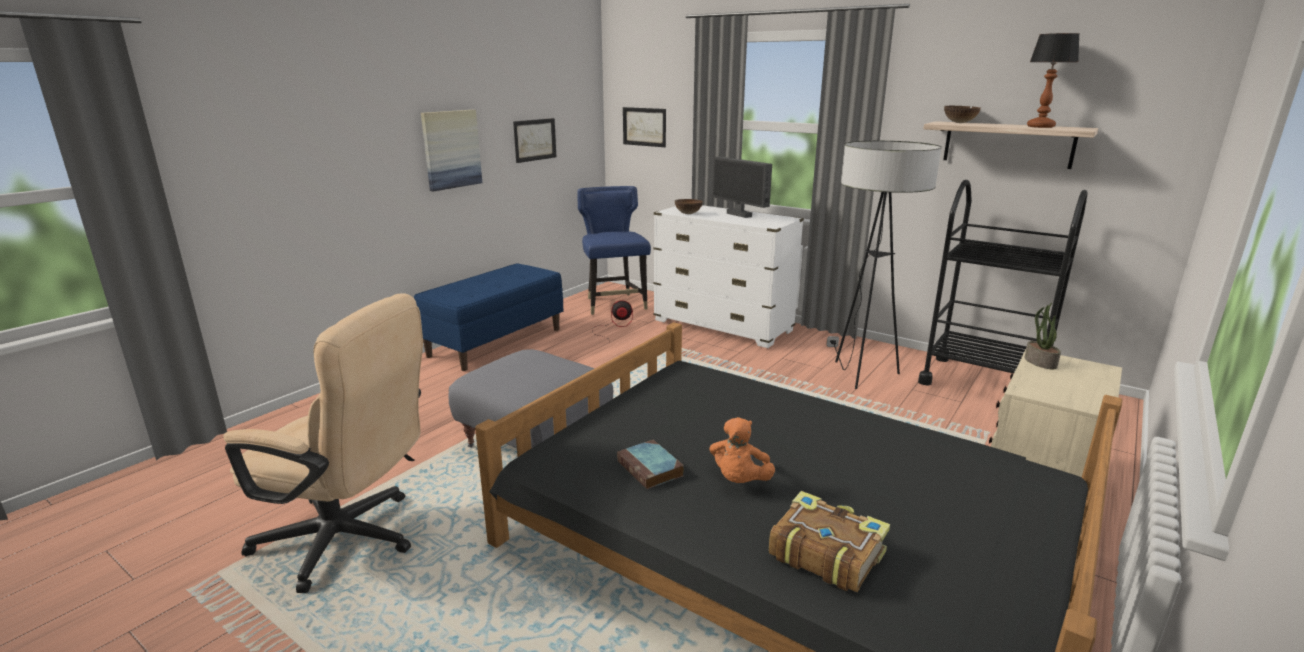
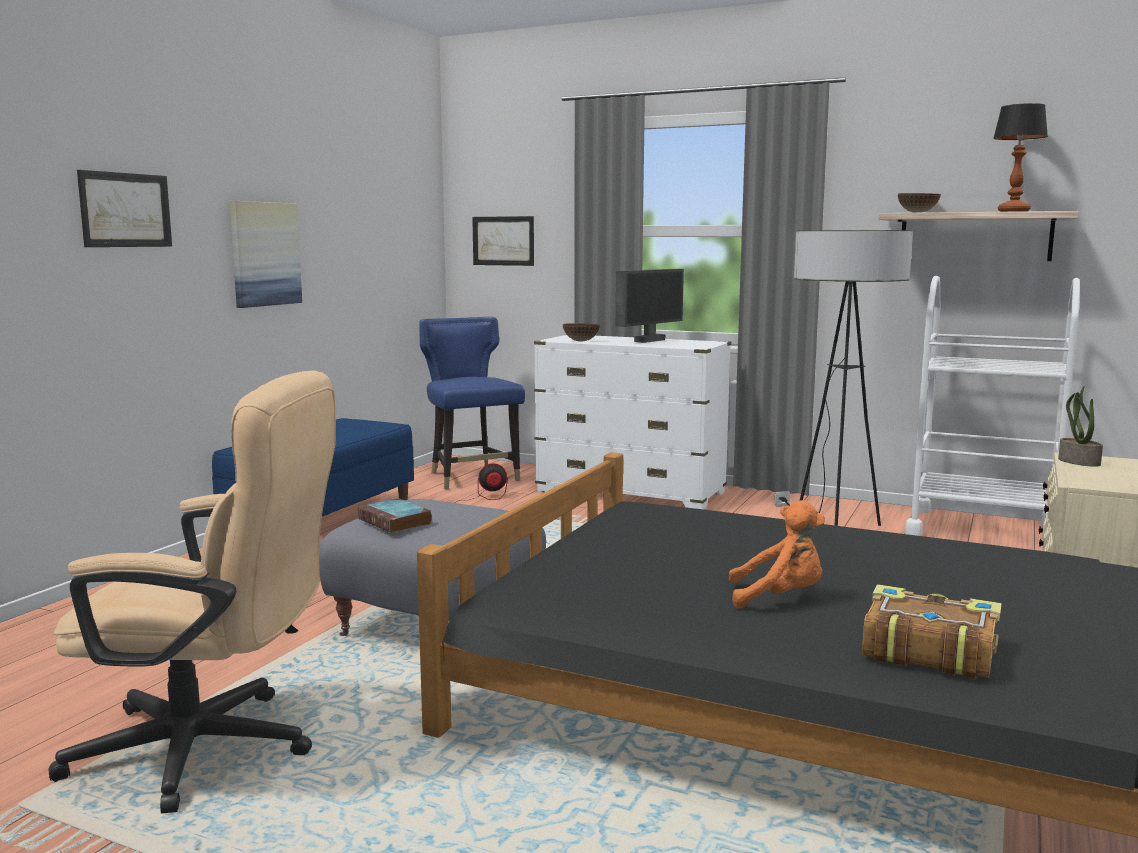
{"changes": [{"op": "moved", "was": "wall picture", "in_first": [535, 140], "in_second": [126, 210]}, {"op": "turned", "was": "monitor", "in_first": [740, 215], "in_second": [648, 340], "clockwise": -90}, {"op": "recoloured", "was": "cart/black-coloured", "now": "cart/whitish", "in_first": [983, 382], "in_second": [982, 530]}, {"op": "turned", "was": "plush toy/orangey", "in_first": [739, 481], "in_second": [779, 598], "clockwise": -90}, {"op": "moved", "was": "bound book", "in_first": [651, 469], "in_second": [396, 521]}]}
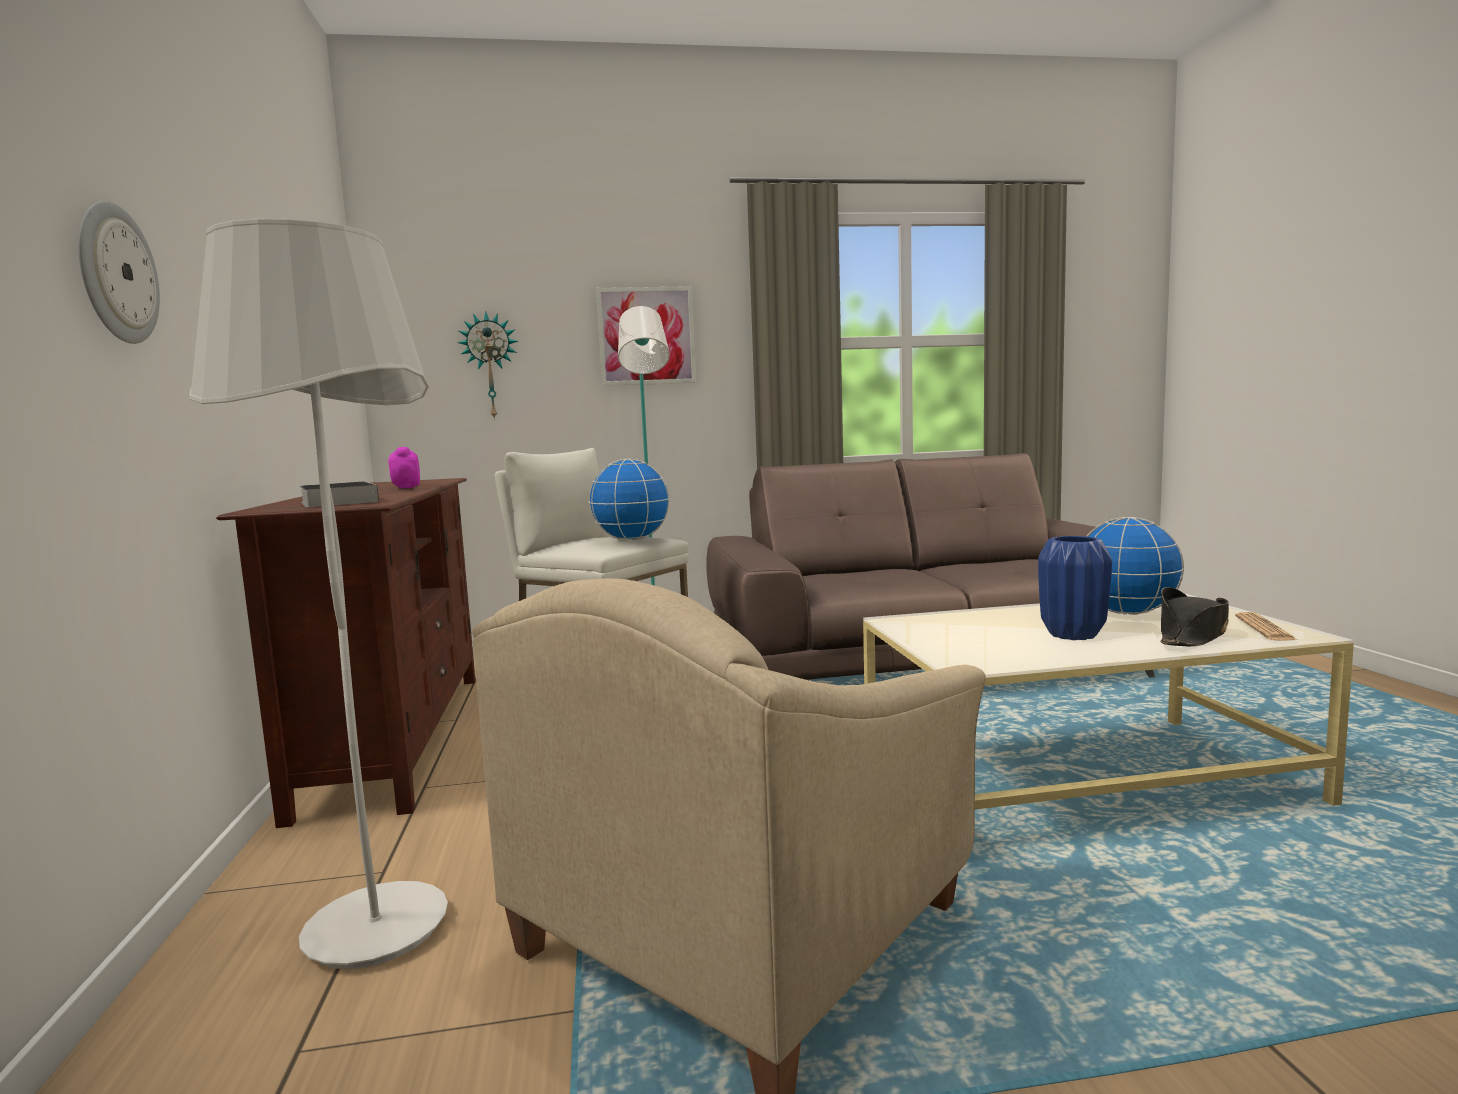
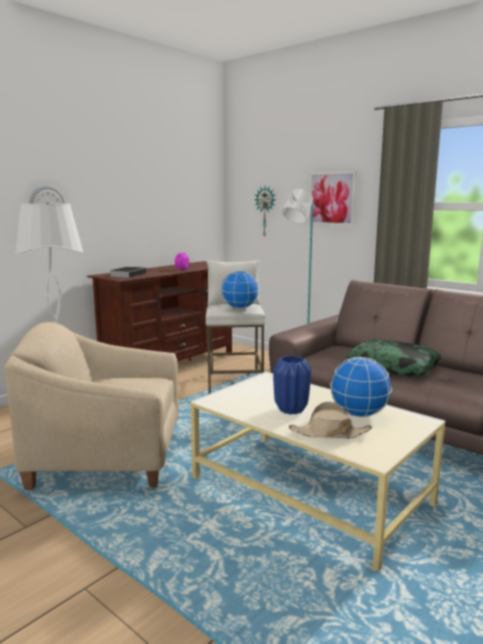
{"changes": [{"op": "recoloured", "was": "clothing hat/black-coloured", "now": "clothing hat/sand-coloured", "in_first": [1192, 635], "in_second": [329, 433]}, {"op": "removed", "was": "newspaper", "in_first": [1265, 628]}, {"op": "added", "now": "cushion", "in_second": [393, 366]}]}
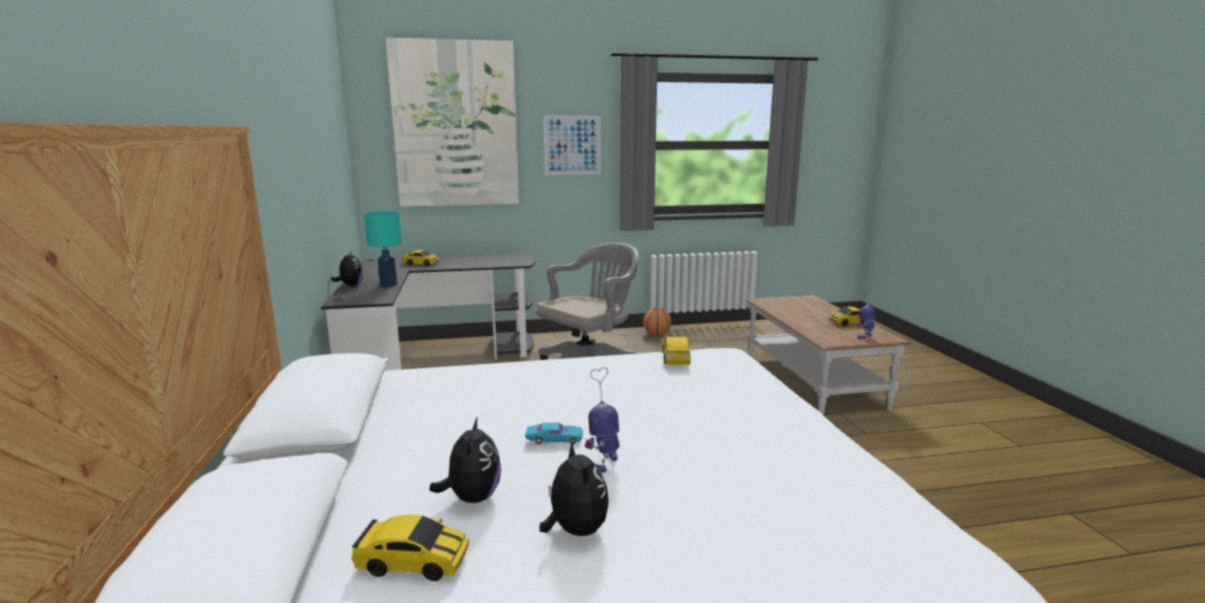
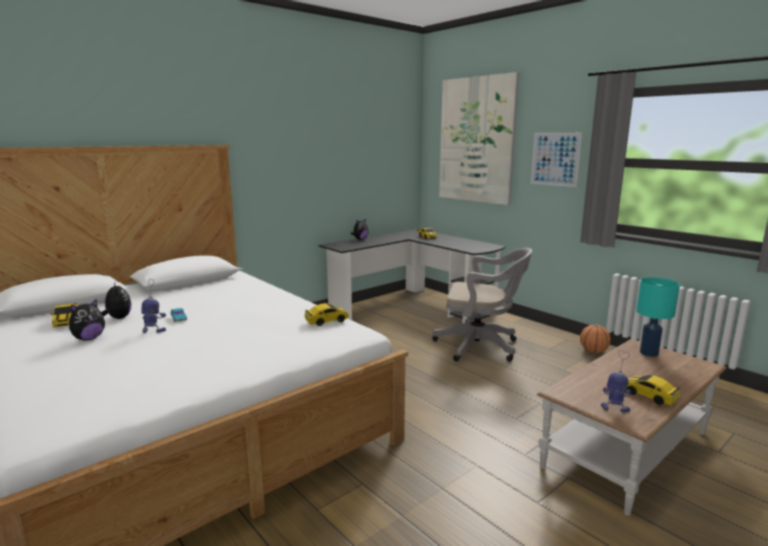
{"changes": [{"op": "moved", "was": "table lamp/turquoise", "in_first": [388, 285], "in_second": [648, 353]}, {"op": "turned", "was": "plush toy", "in_first": [472, 498], "in_second": [118, 318], "clockwise": -90}]}
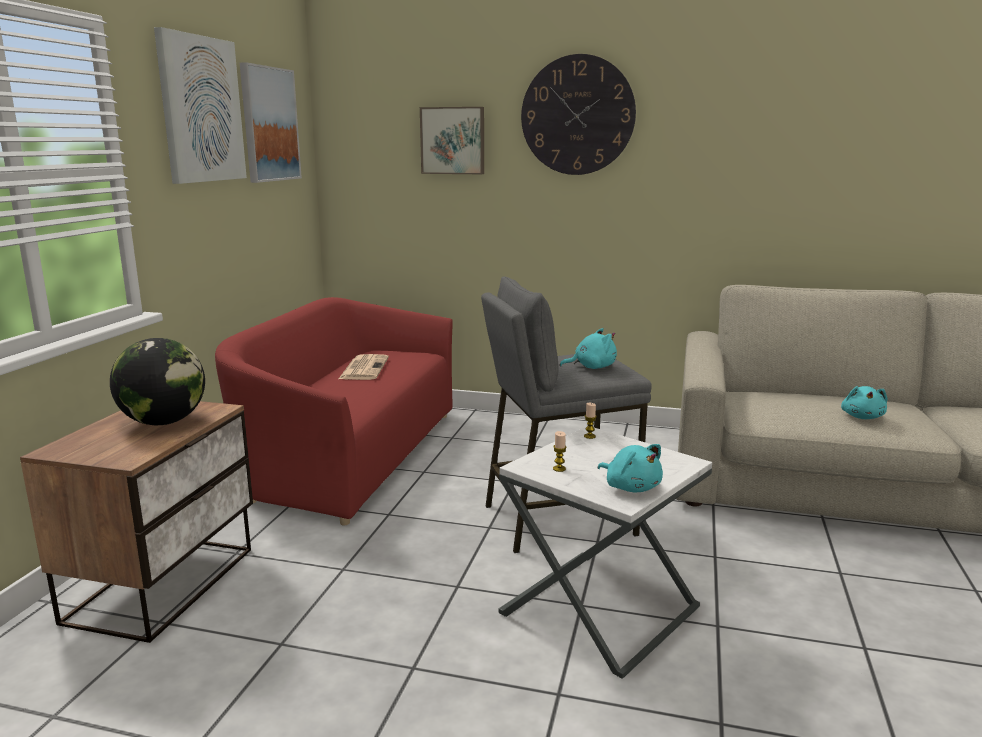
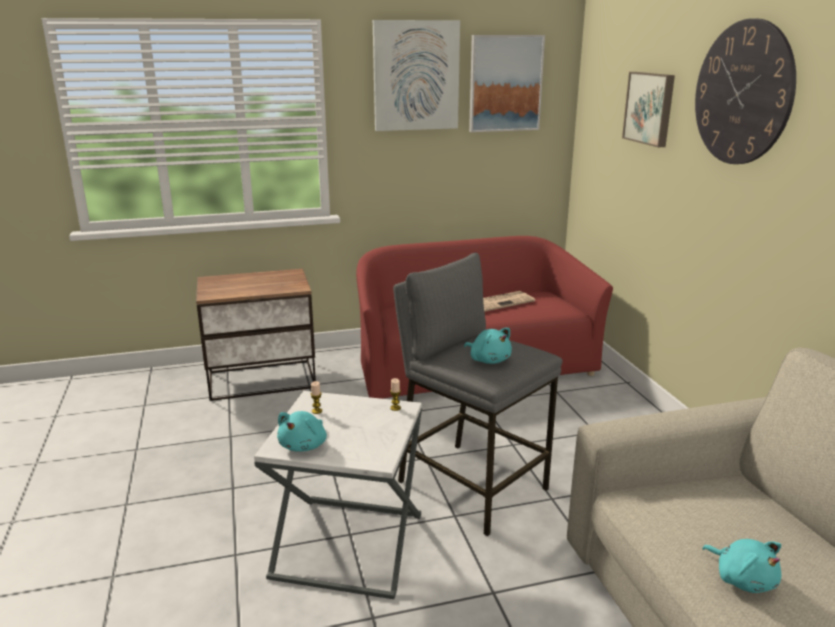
{"changes": [{"op": "removed", "was": "world globe", "in_first": [164, 422]}, {"op": "turned", "was": "plush toy/turquoise", "in_first": [862, 417], "in_second": [742, 579], "clockwise": -105}]}
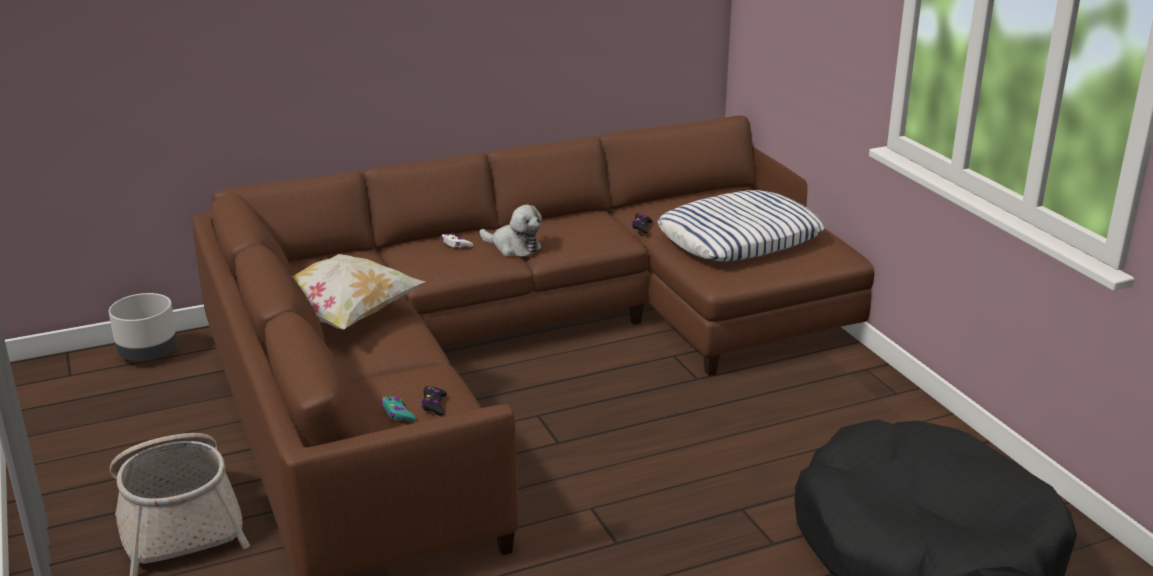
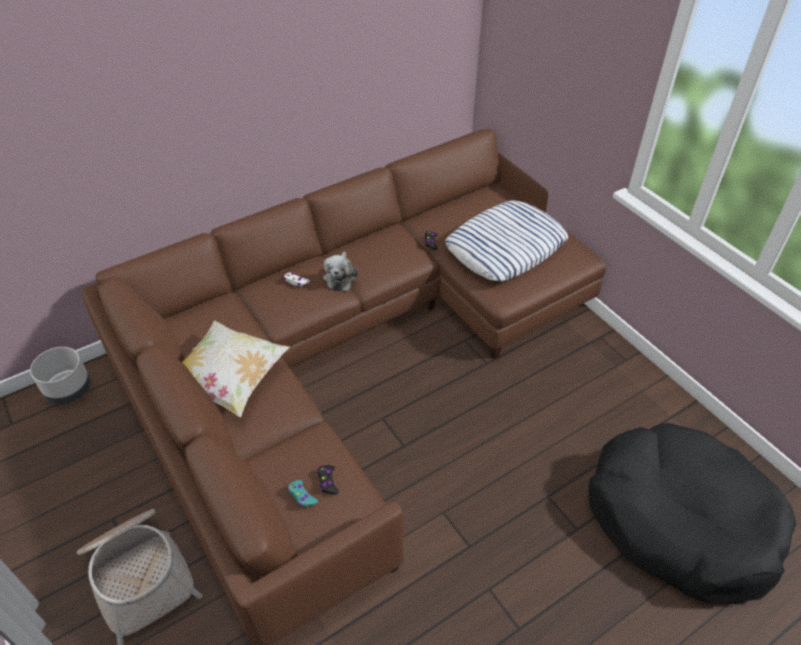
{"changes": [{"op": "turned", "was": "plush toy", "in_first": [514, 247], "in_second": [340, 277], "clockwise": 75}]}
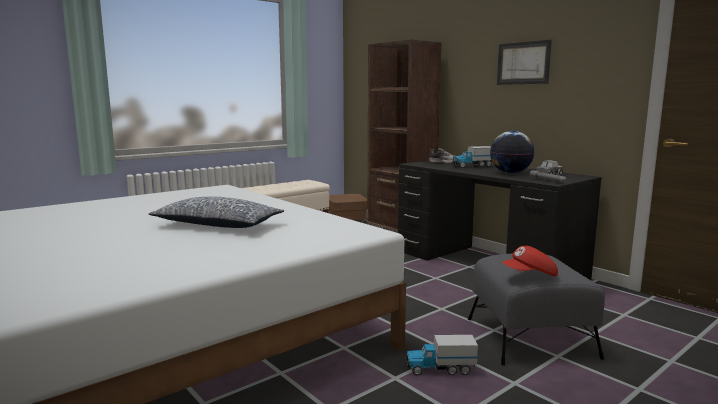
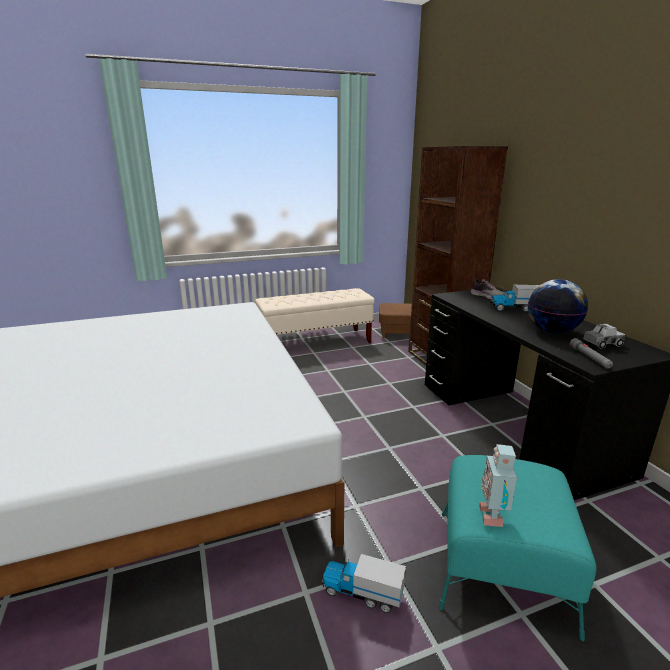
{"changes": [{"op": "removed", "was": "wall picture", "in_first": [523, 63]}, {"op": "removed", "was": "cushion", "in_first": [217, 226]}, {"op": "replaced", "was": "peaked cap/red-coloured", "now": "model robot", "in_first": [530, 275], "in_second": [493, 515]}, {"op": "recoloured", "was": "ottoman/grey", "now": "ottoman/turquoise", "in_first": [530, 338], "in_second": [501, 568]}]}
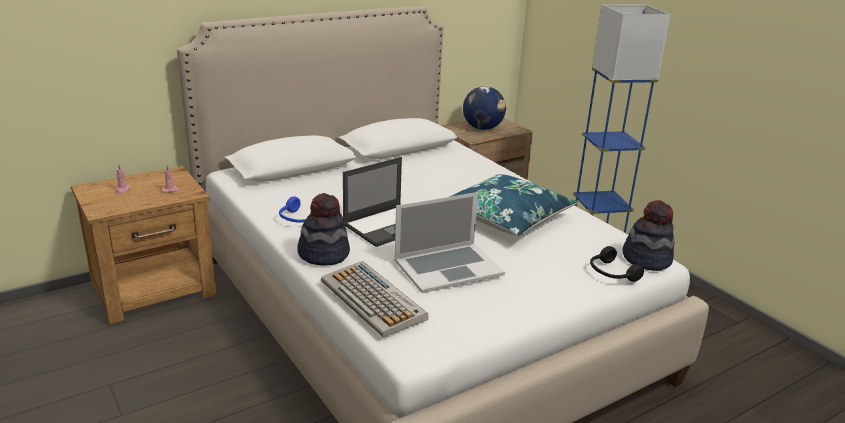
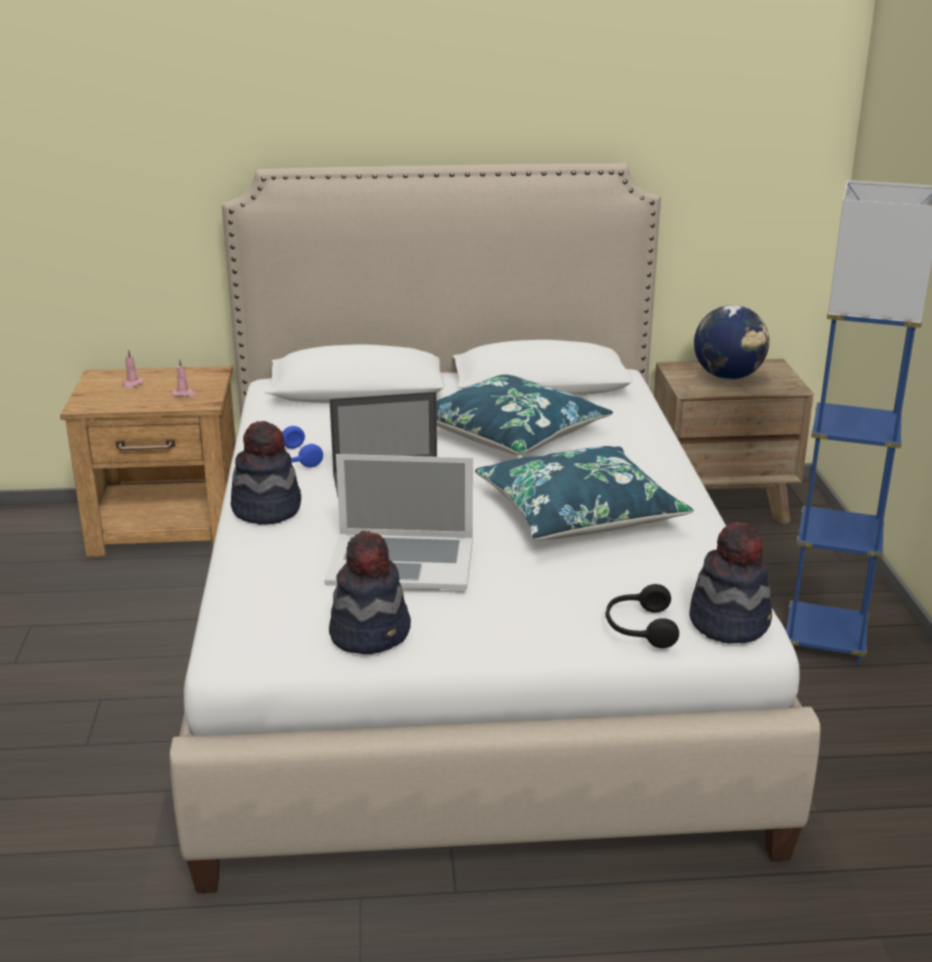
{"changes": [{"op": "removed", "was": "computer keyboard", "in_first": [374, 300]}, {"op": "added", "now": "cushion/blue-coloured", "in_second": [511, 433]}, {"op": "added", "now": "clothing hat", "in_second": [371, 632]}]}
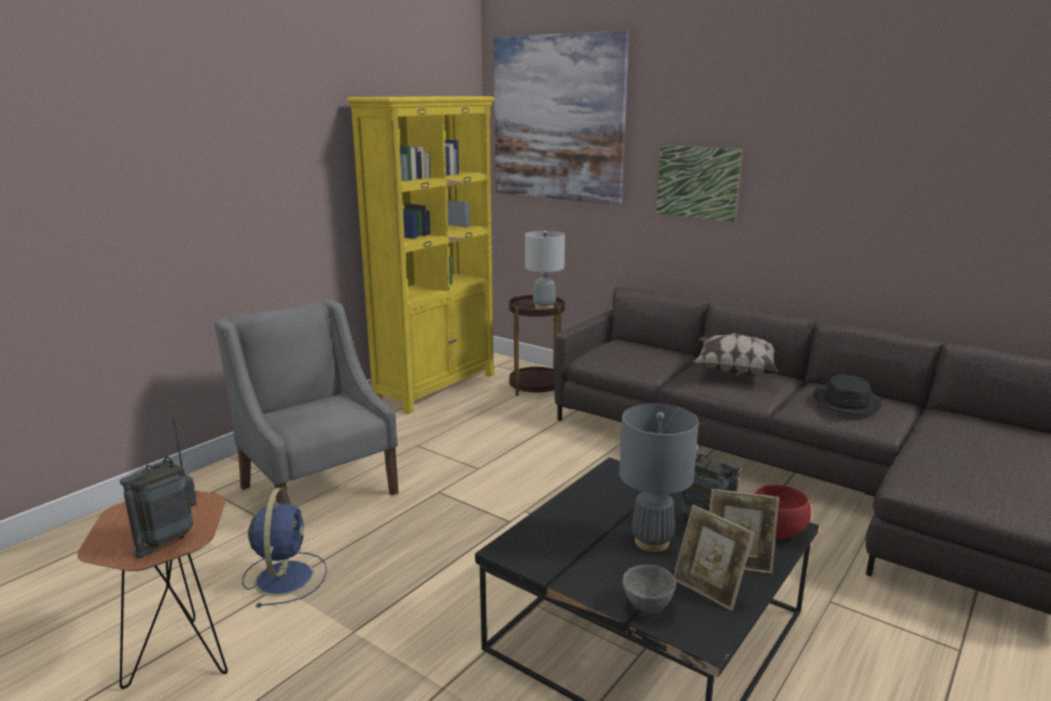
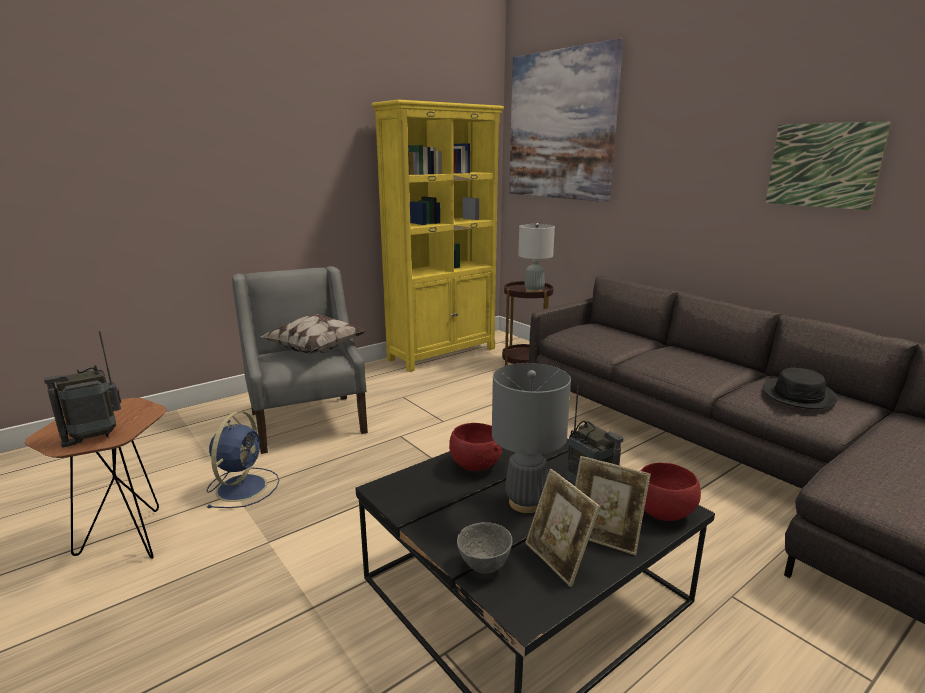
{"changes": [{"op": "moved", "was": "wall picture", "in_first": [697, 182], "in_second": [823, 165]}, {"op": "moved", "was": "cushion", "in_first": [734, 371], "in_second": [316, 350]}, {"op": "added", "now": "bowl/red-coloured", "in_second": [474, 465]}]}
